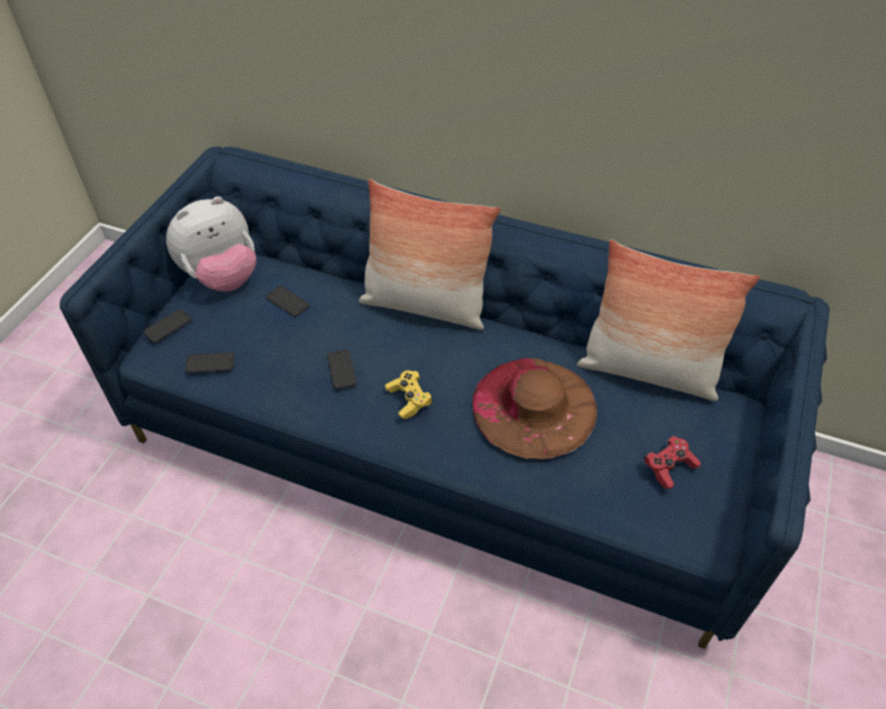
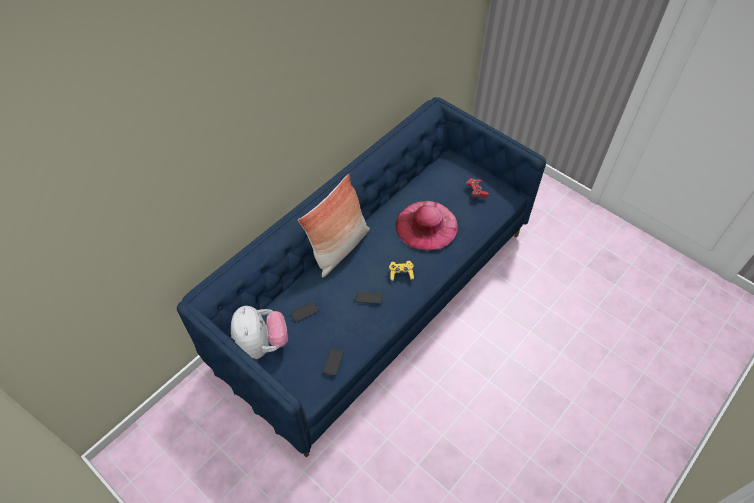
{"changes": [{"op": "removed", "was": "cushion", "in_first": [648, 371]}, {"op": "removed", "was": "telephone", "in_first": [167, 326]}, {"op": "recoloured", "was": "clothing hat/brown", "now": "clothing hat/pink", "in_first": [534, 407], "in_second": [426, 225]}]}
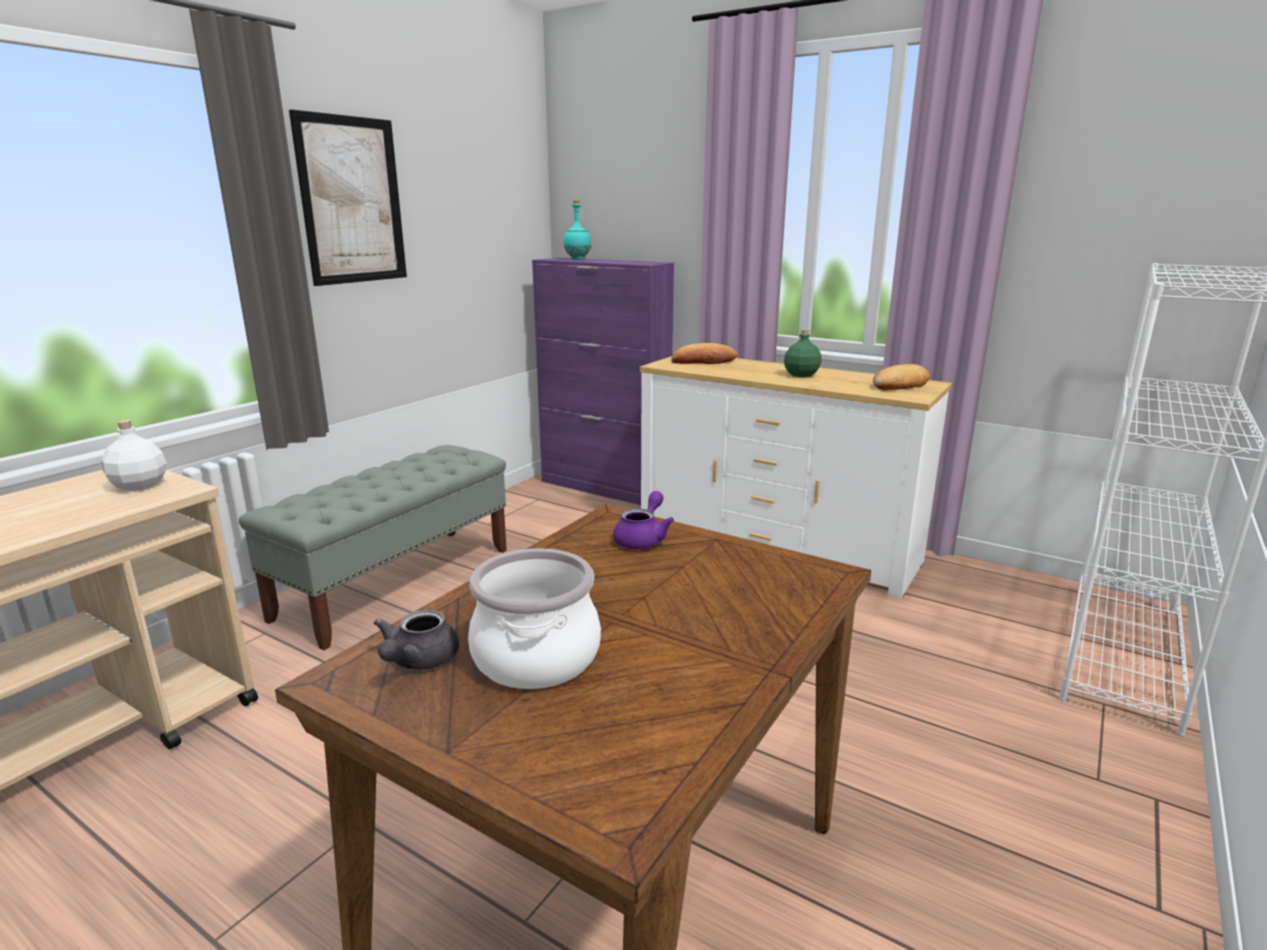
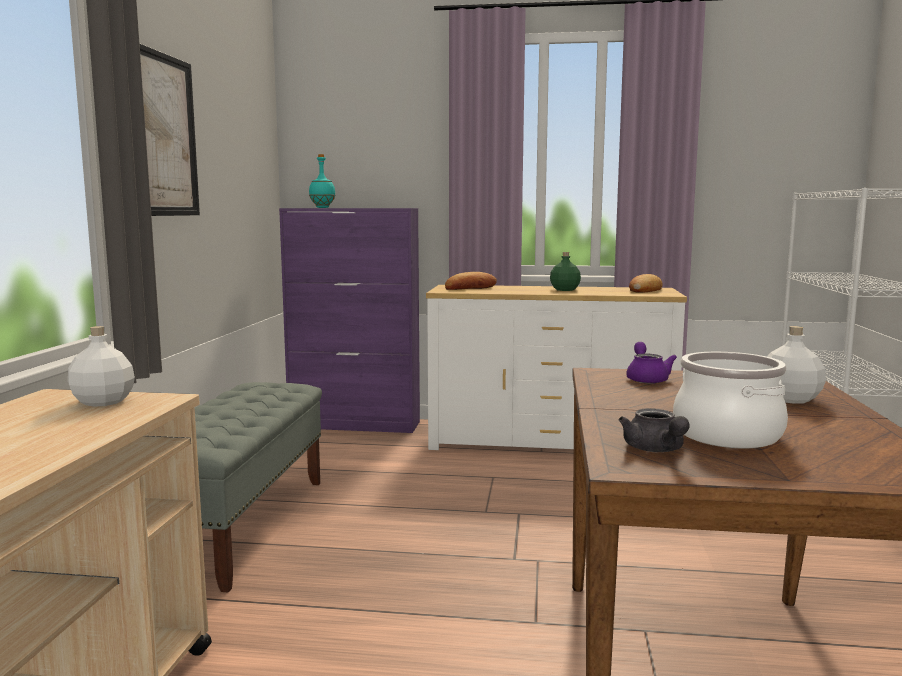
{"changes": [{"op": "added", "now": "bottle/whitish", "in_second": [789, 399]}]}
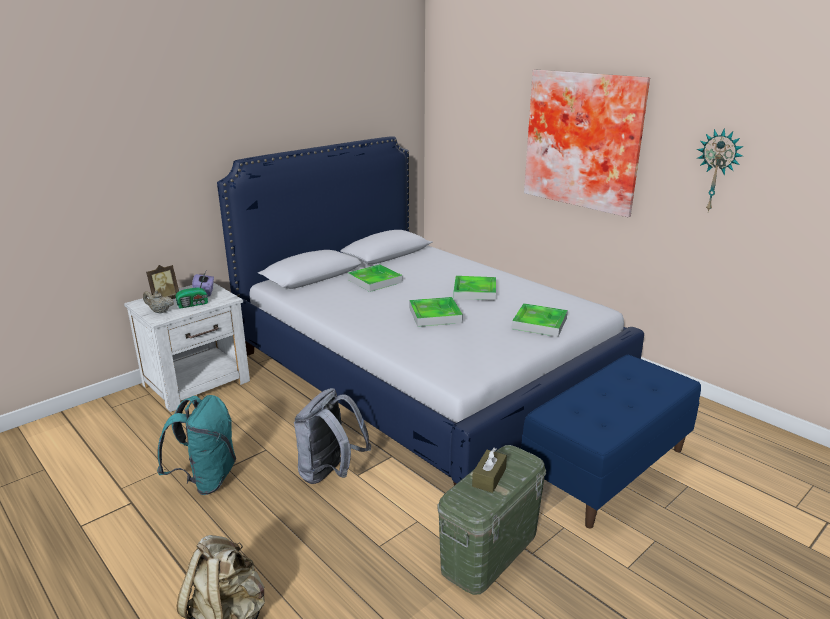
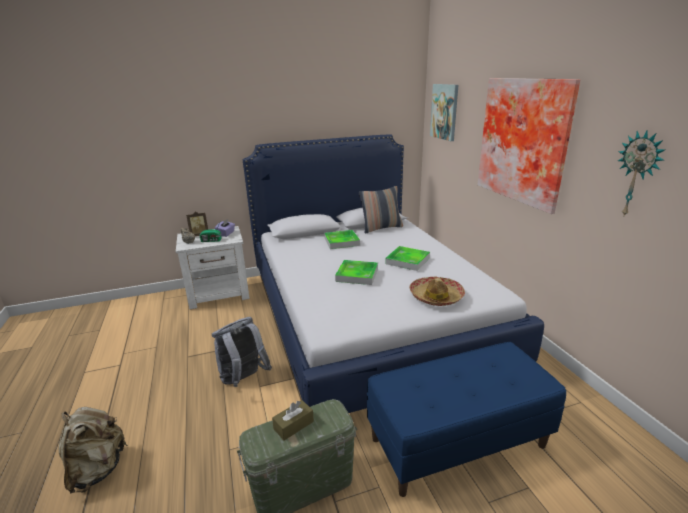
{"changes": [{"op": "replaced", "was": "serving tray", "now": "clothing hat", "in_first": [539, 323], "in_second": [436, 297]}, {"op": "removed", "was": "knapsack/turquoise", "in_first": [206, 479]}, {"op": "added", "now": "wall picture", "in_second": [444, 112]}, {"op": "added", "now": "cushion", "in_second": [381, 228]}]}
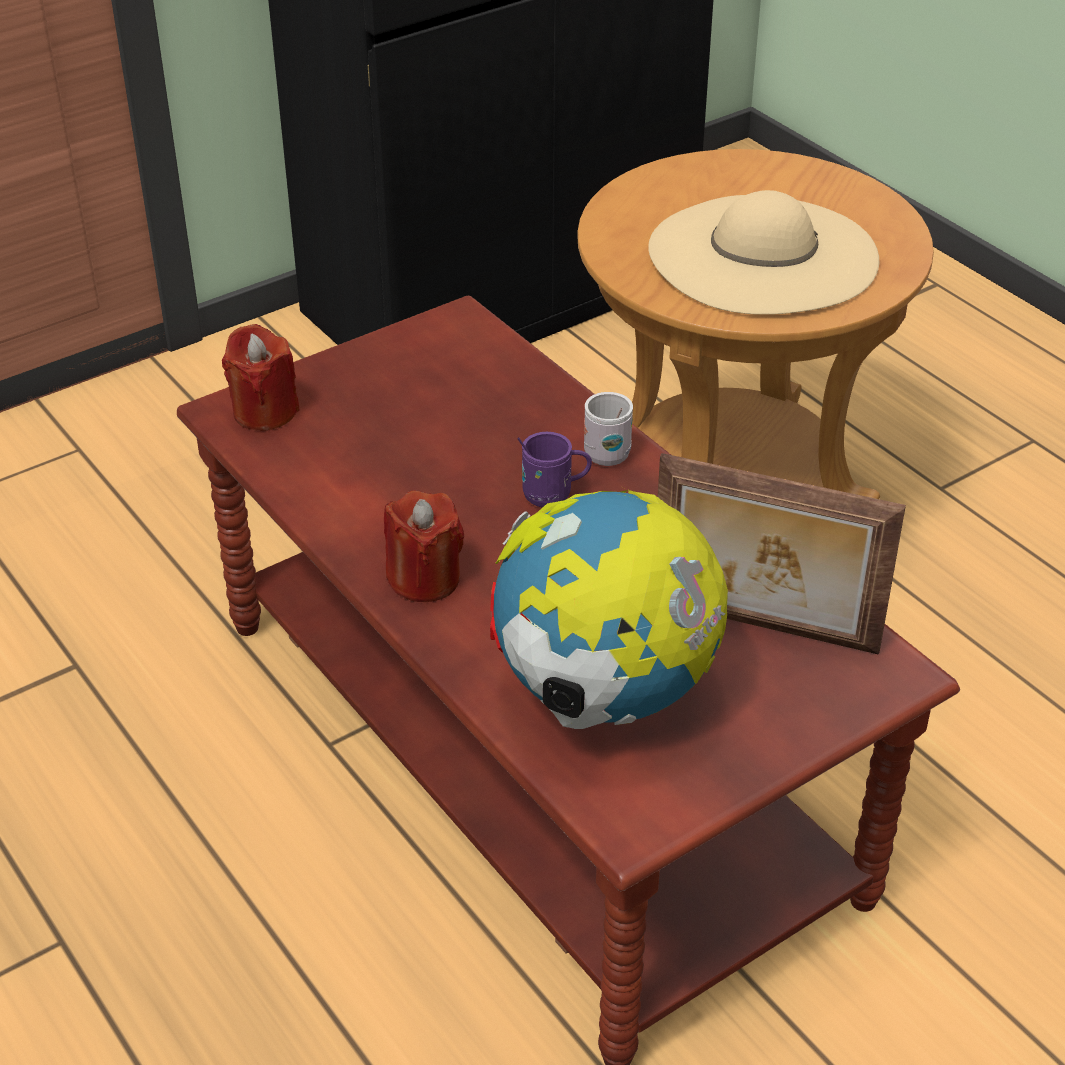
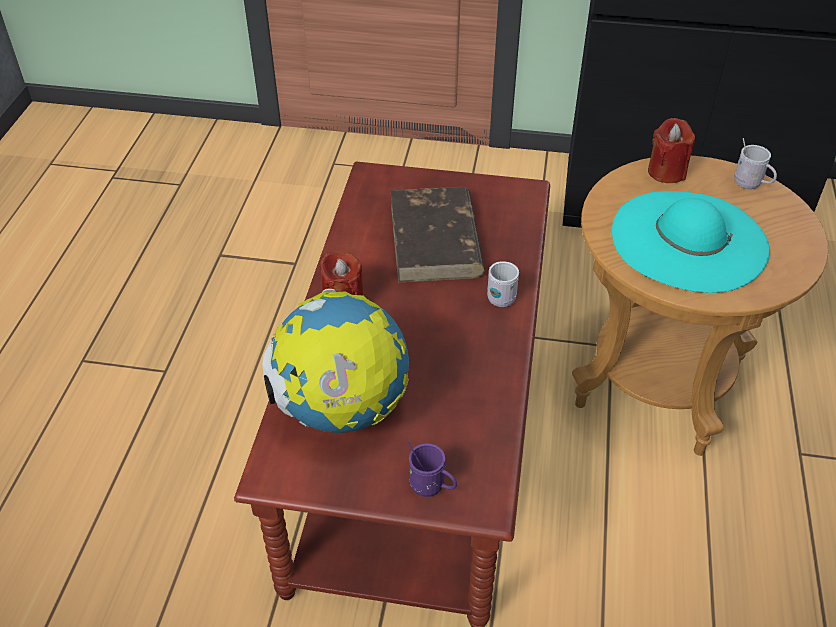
{"changes": [{"op": "recoloured", "was": "clothing hat/sand-coloured", "now": "clothing hat/turquoise", "in_first": [762, 255], "in_second": [689, 240]}, {"op": "moved", "was": "candle/red-coloured", "in_first": [264, 412], "in_second": [666, 172]}, {"op": "moved", "was": "coffee mug/purple", "in_first": [554, 495], "in_second": [431, 487]}, {"op": "removed", "was": "photo frame", "in_first": [762, 628]}, {"op": "added", "now": "coffee mug/whitish", "in_second": [751, 185]}, {"op": "added", "now": "bound book/brown", "in_second": [435, 240]}]}
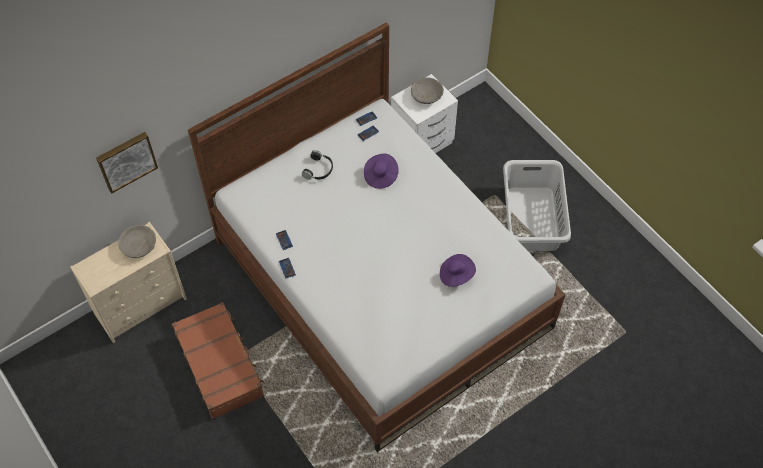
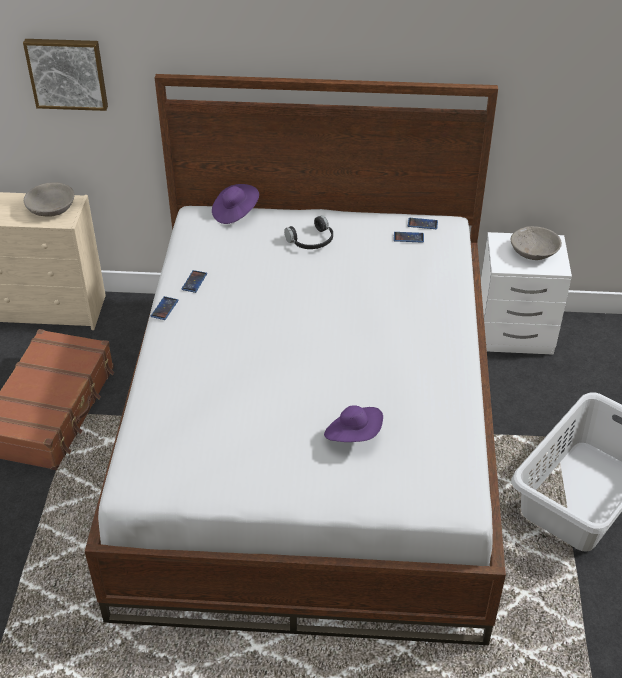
{"changes": [{"op": "moved", "was": "clothing hat/purple", "in_first": [380, 176], "in_second": [235, 213]}]}
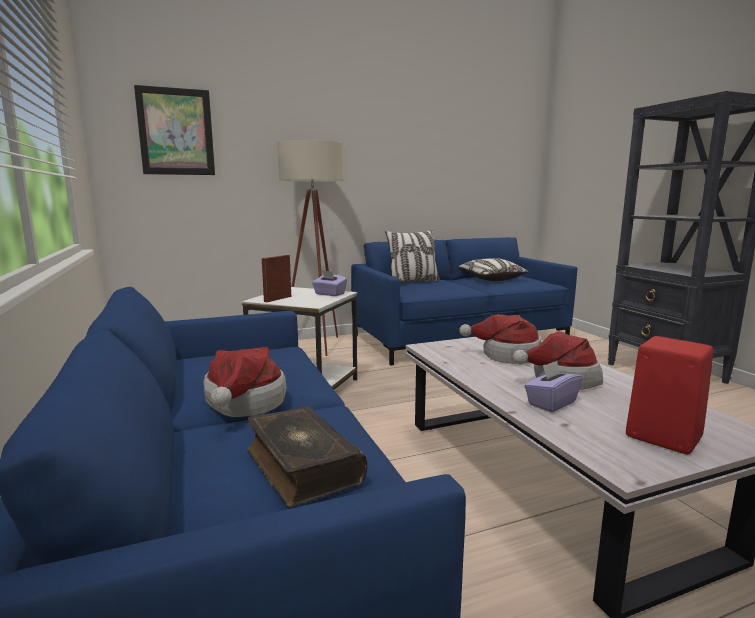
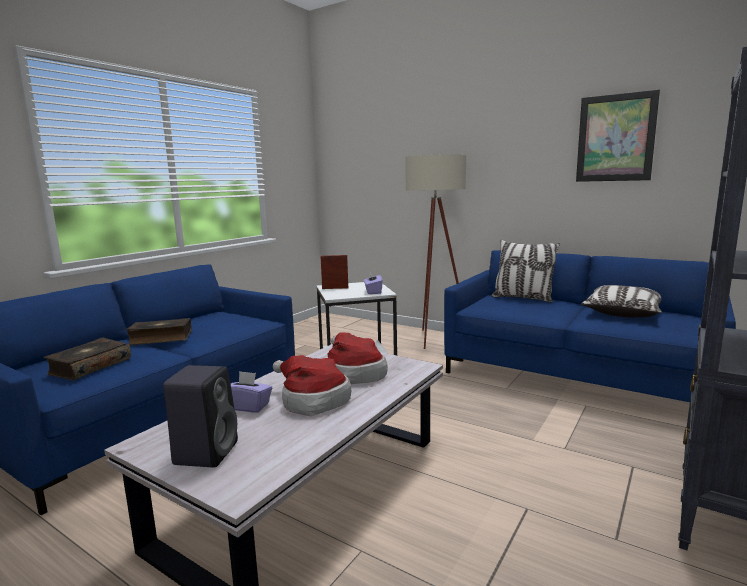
{"changes": [{"op": "moved", "was": "wall picture", "in_first": [176, 132], "in_second": [615, 138]}, {"op": "recoloured", "was": "audio speaker/red-coloured", "now": "audio speaker/black-coloured", "in_first": [660, 436], "in_second": [206, 452]}, {"op": "replaced", "was": "clothing hat", "now": "bound book", "in_first": [243, 404], "in_second": [161, 338]}]}
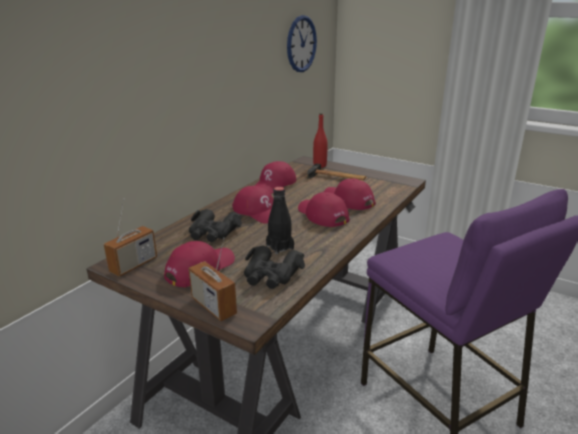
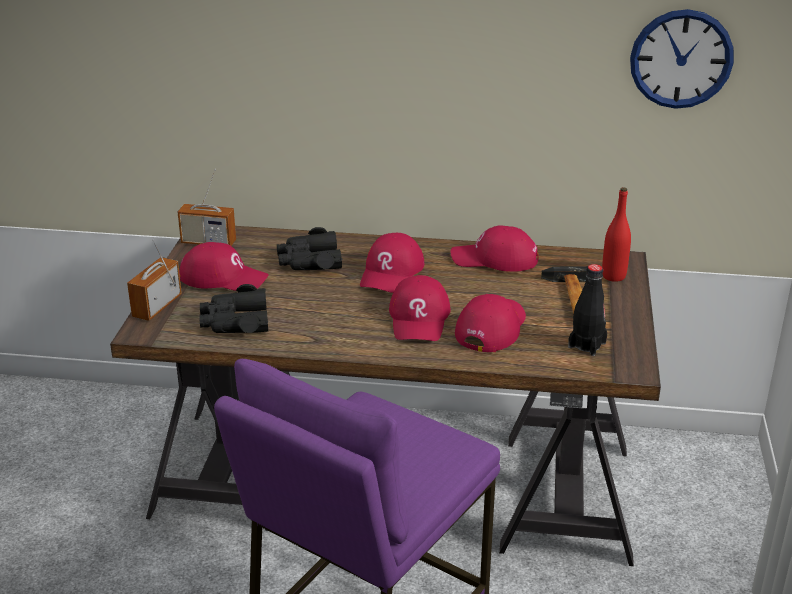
{"changes": [{"op": "moved", "was": "bottle/black-coloured", "in_first": [280, 247], "in_second": [587, 345]}, {"op": "turned", "was": "peaked cap/red-coloured", "in_first": [322, 215], "in_second": [419, 318], "clockwise": 150}]}
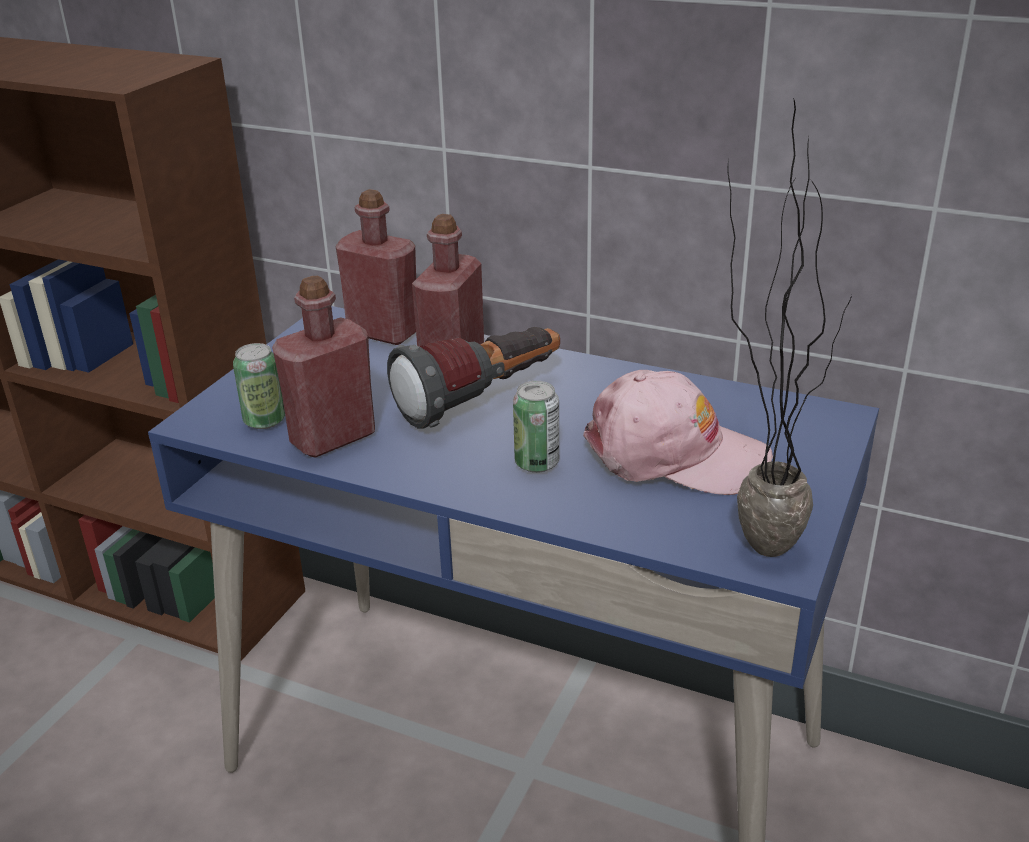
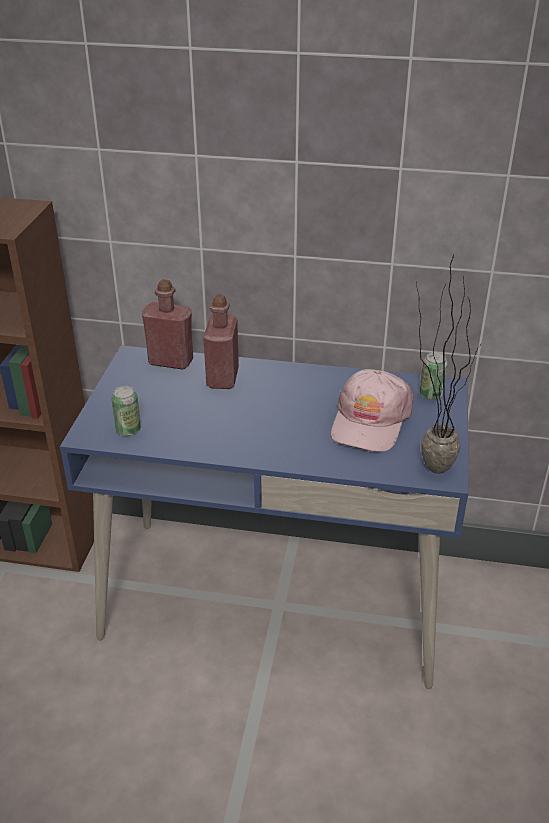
{"changes": [{"op": "removed", "was": "bottle/red-coloured", "in_first": [333, 438]}, {"op": "removed", "was": "hand torch", "in_first": [482, 400]}, {"op": "turned", "was": "peaked cap/pink", "in_first": [674, 454], "in_second": [370, 421], "clockwise": 105}, {"op": "moved", "was": "metal can", "in_first": [537, 463], "in_second": [431, 394]}]}
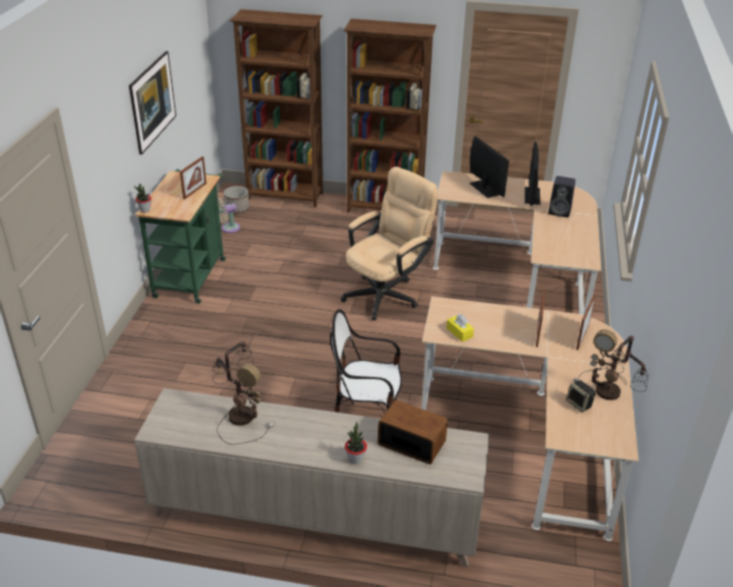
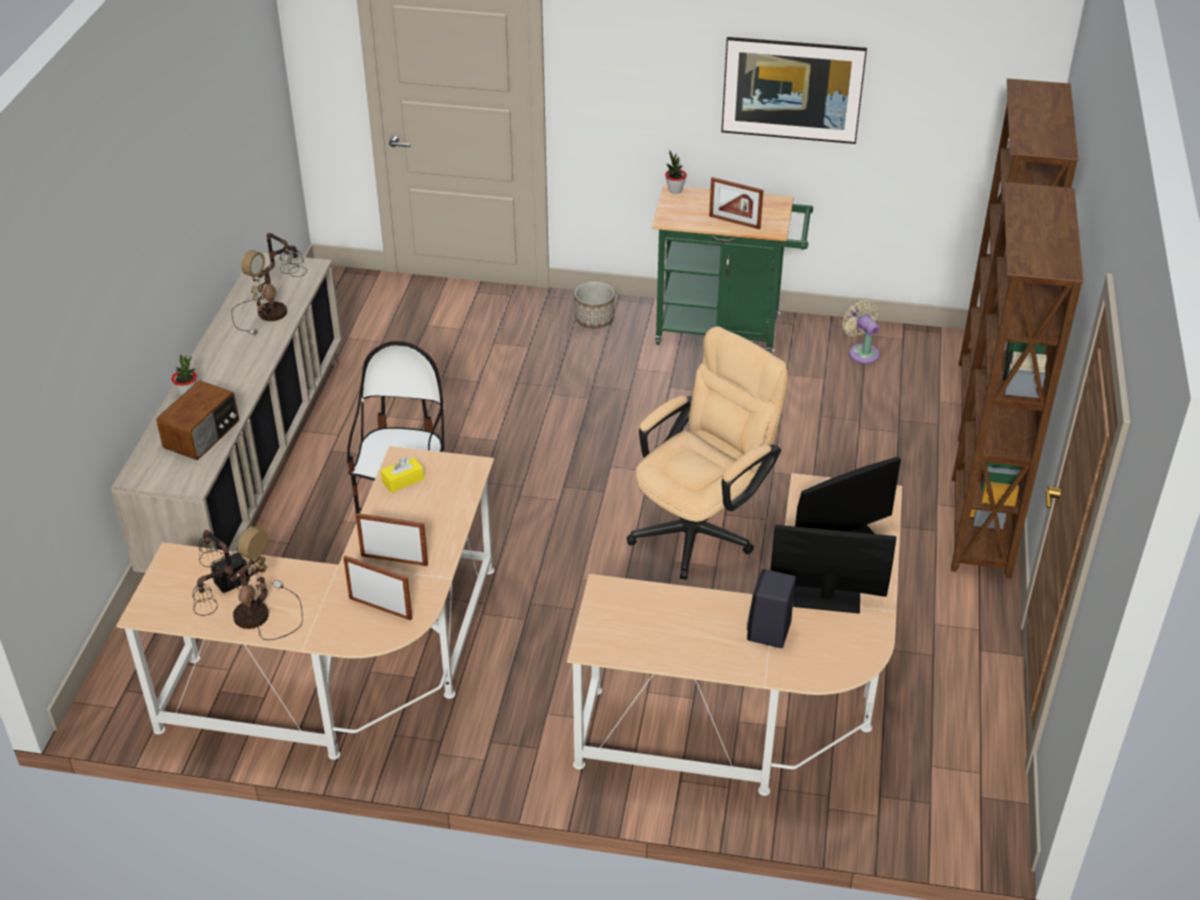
{"changes": [{"op": "turned", "was": "desk chair/sand-coloured", "in_first": [386, 293], "in_second": [702, 527], "clockwise": -90}, {"op": "moved", "was": "flower pot", "in_first": [237, 209], "in_second": [594, 319]}]}
